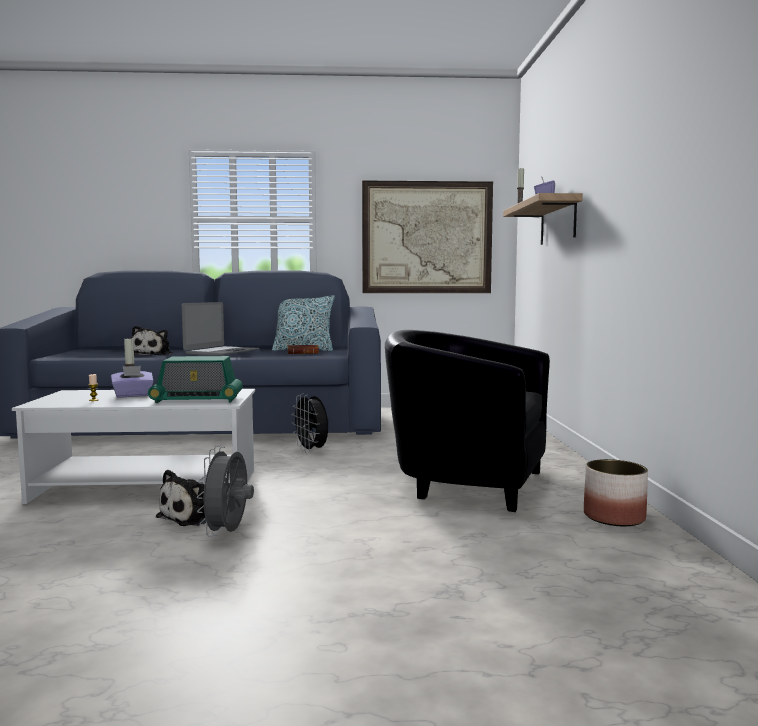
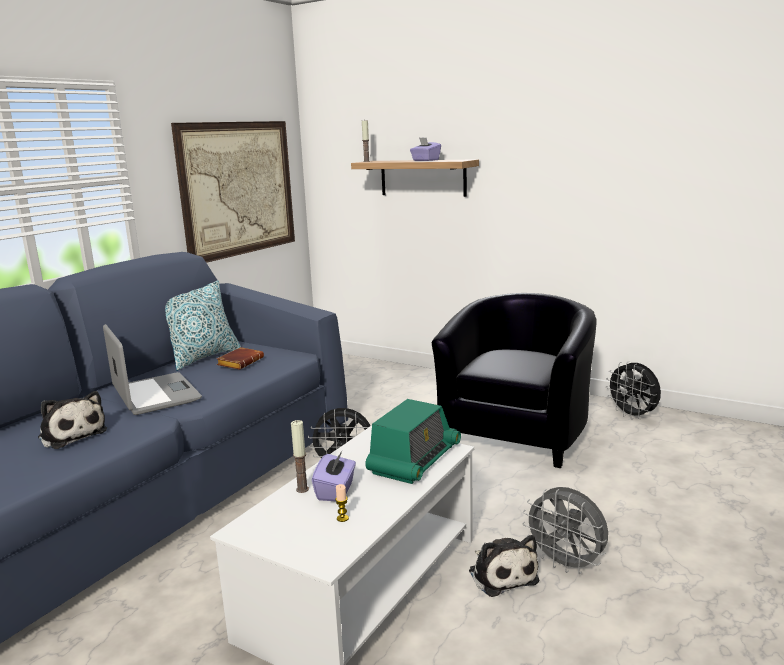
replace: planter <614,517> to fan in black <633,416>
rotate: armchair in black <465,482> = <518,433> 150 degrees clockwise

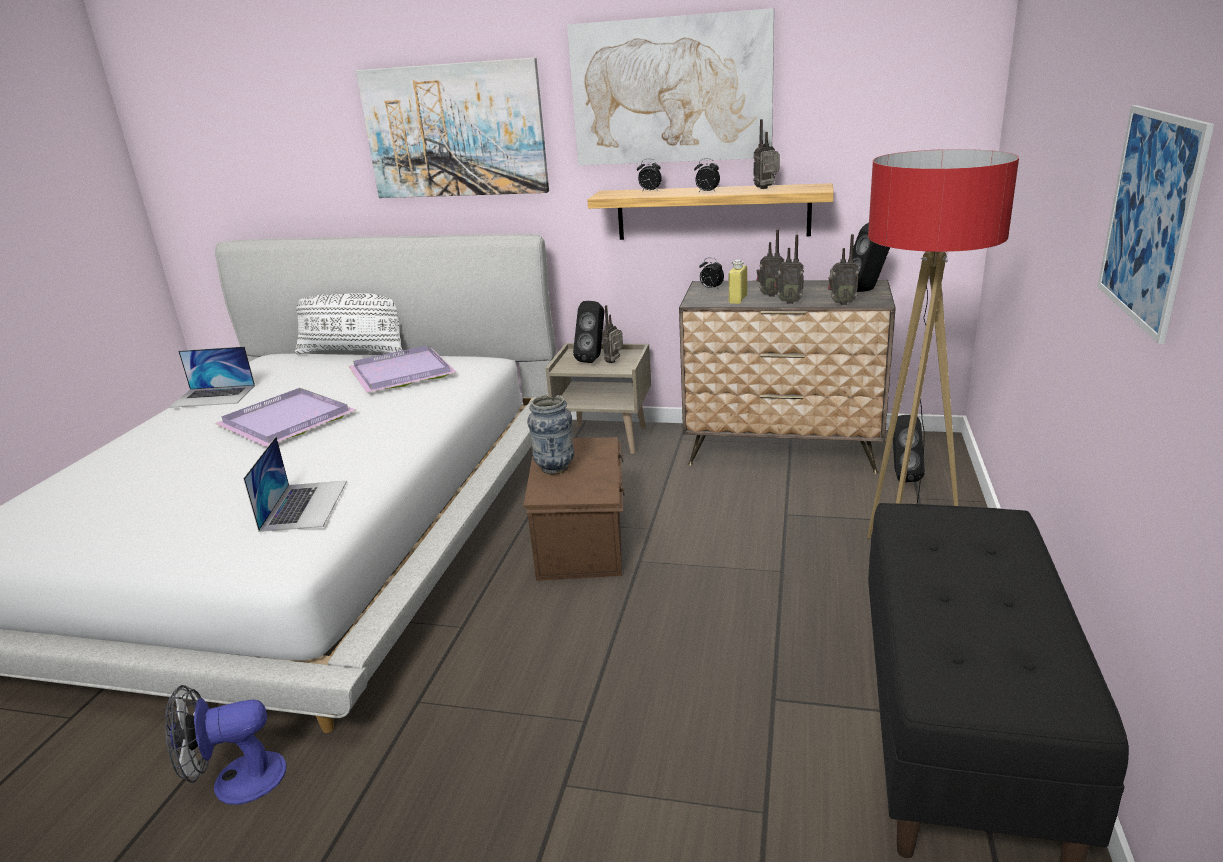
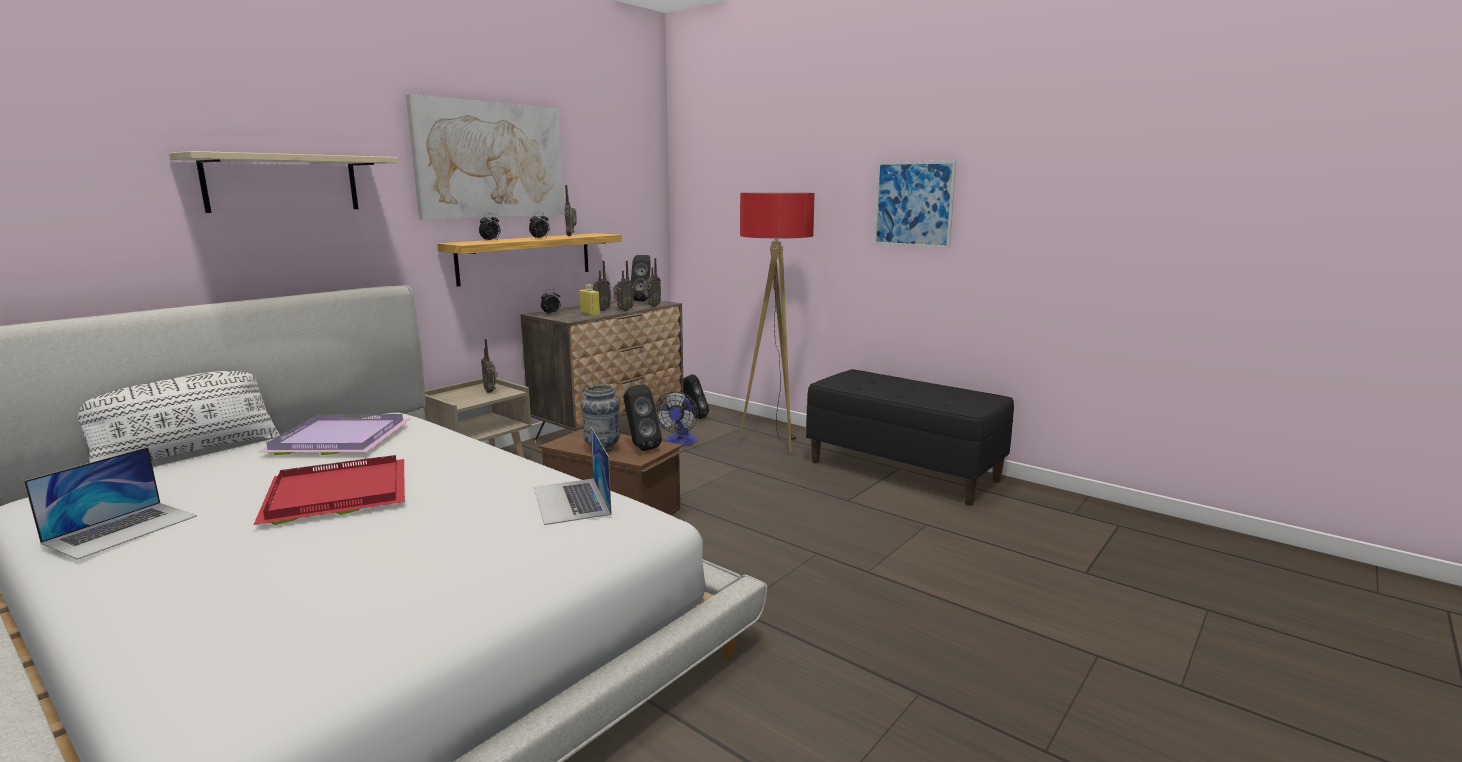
move: speaker in black <594,359> to <640,447>; fan <236,781> to <680,442>
replace: picture <454,131> to shelf in beige <282,183>
recolor: tray in purple <284,421> to tray in red <334,495>
rotate: laptop <304,505> = <571,500> 135 degrees counterclockwise

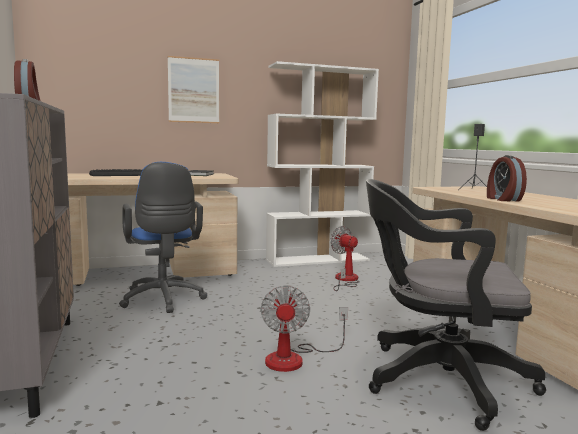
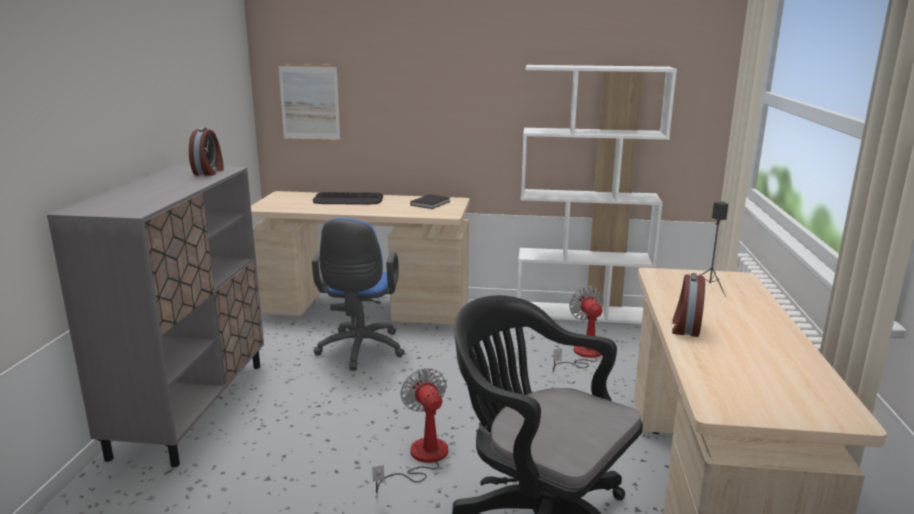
move: picture <194,90> to <310,103>
rotate: fan <295,358> = <421,459> 135 degrees clockwise

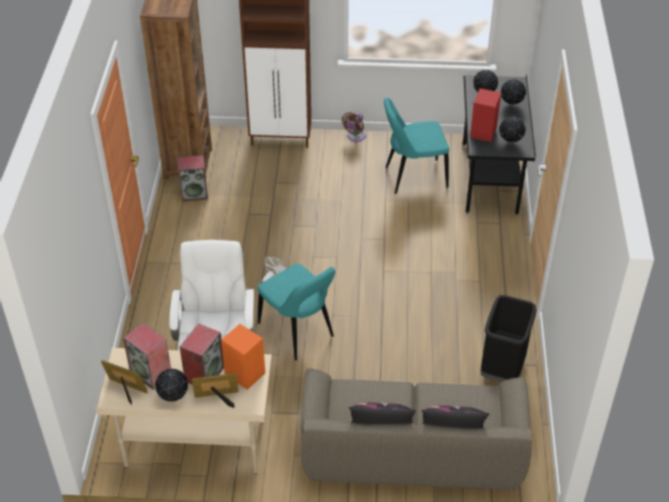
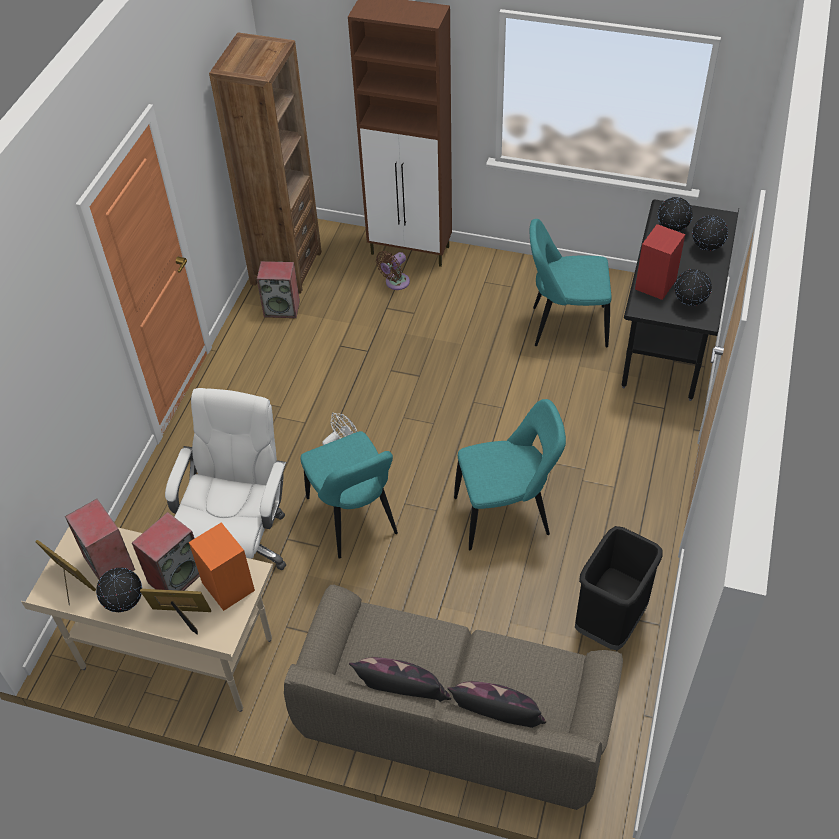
insert: chair in turquoise <506,515>
move: fan in brown <355,137> to <395,283>

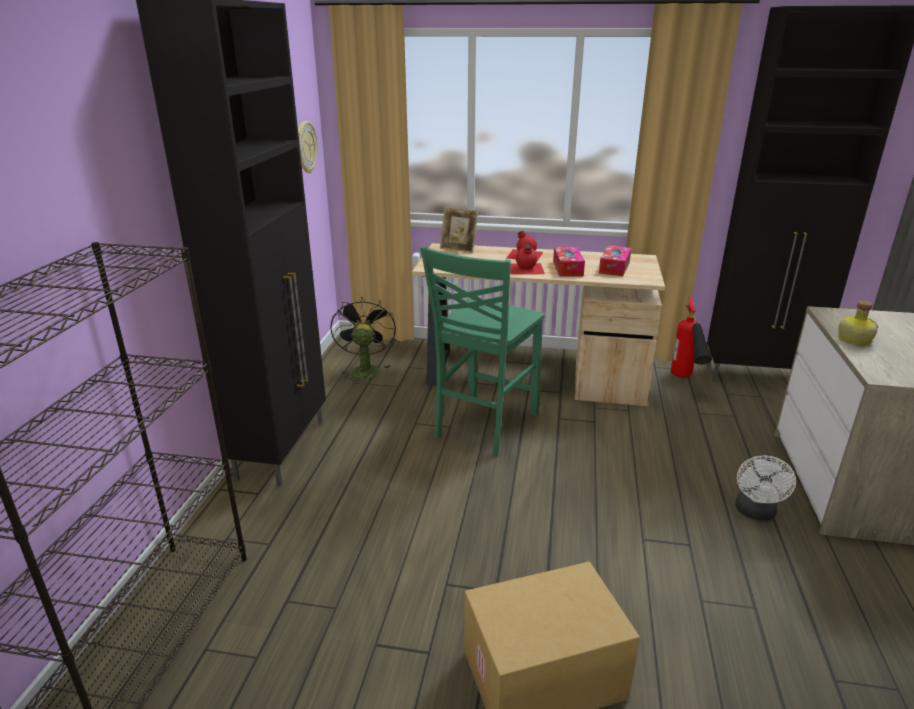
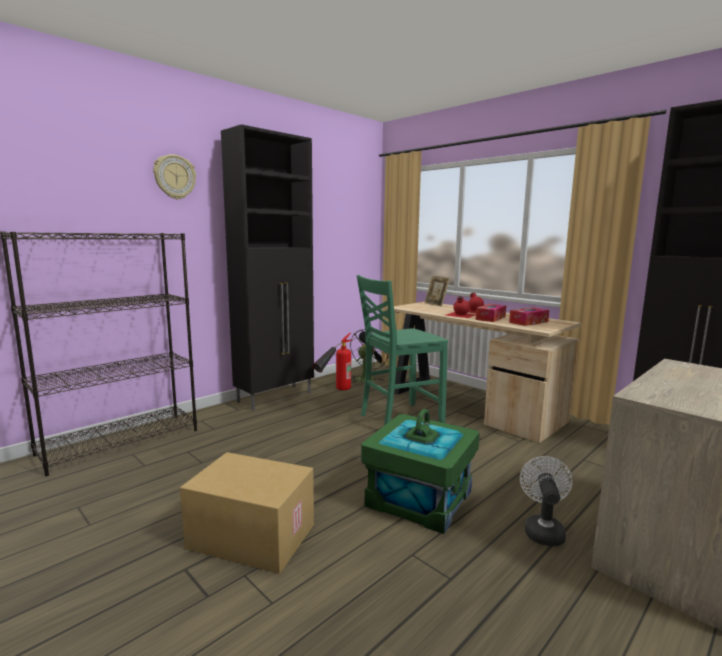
delete: bottle <853,339>
insert: storage box in green <419,498>
move: wall clock <305,147> to <174,177>; fire extinguisher <686,382> to <334,391>
rotate: fan in white <755,513> = <542,530> 135 degrees clockwise

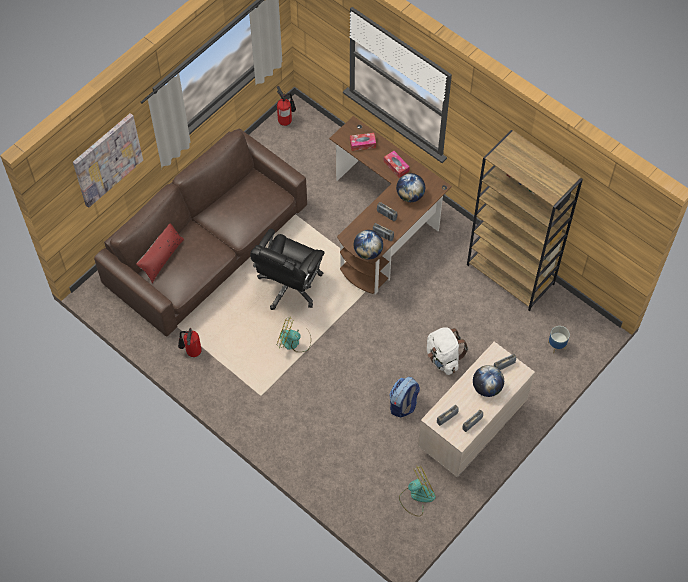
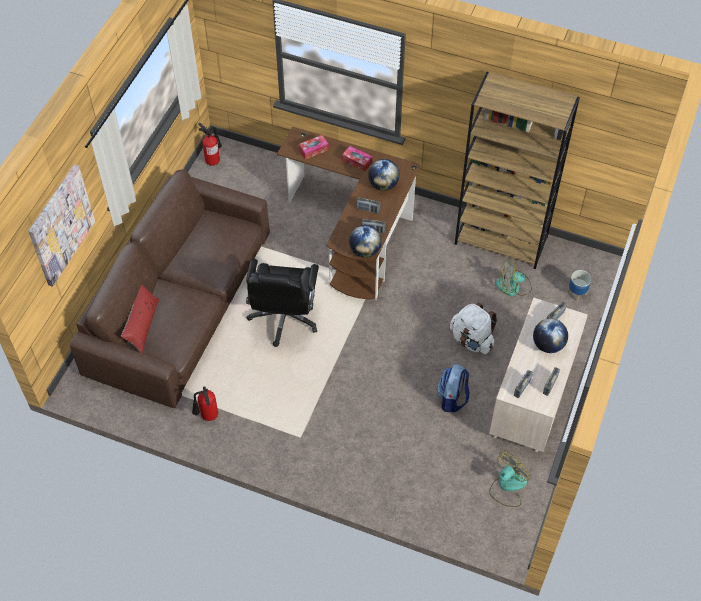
move: fan <294,341> to <513,287>

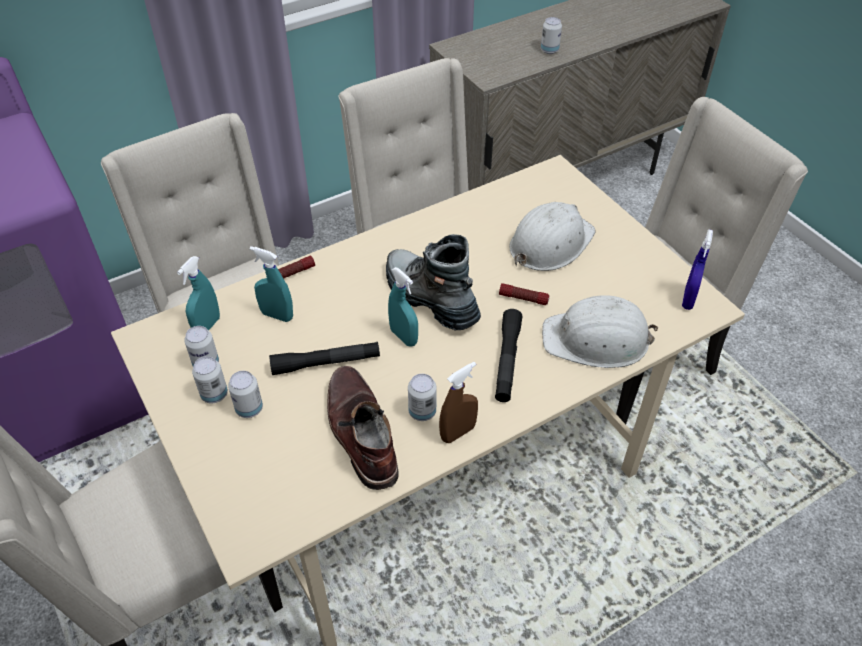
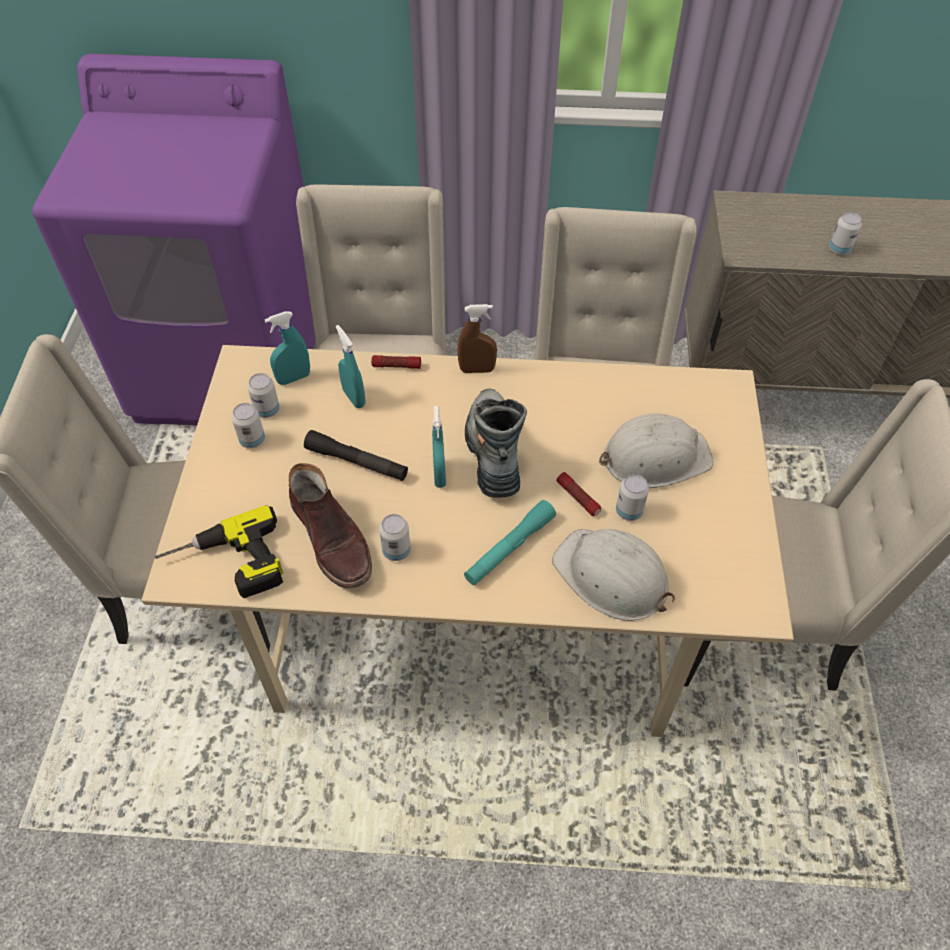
delete: spray bottle in blue <688,299>
insert: power drill <226,566>
move: spray bottle in brown <458,432> to <477,369>; can <249,409> to <629,511>
recolor: flashlight in black <507,361> to flashlight in turquoise <509,548>
rotate: boot in brown <360,433> = <332,539> 135 degrees clockwise

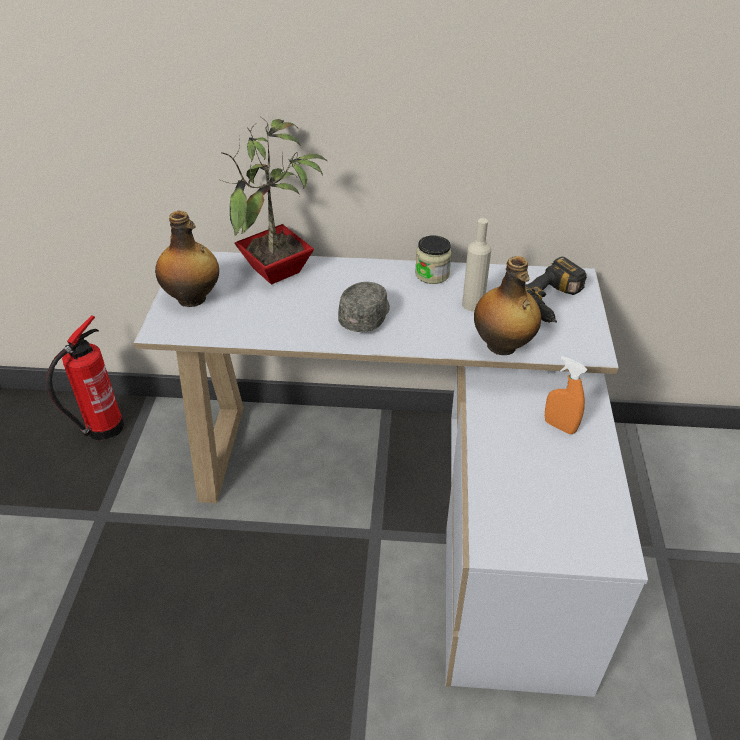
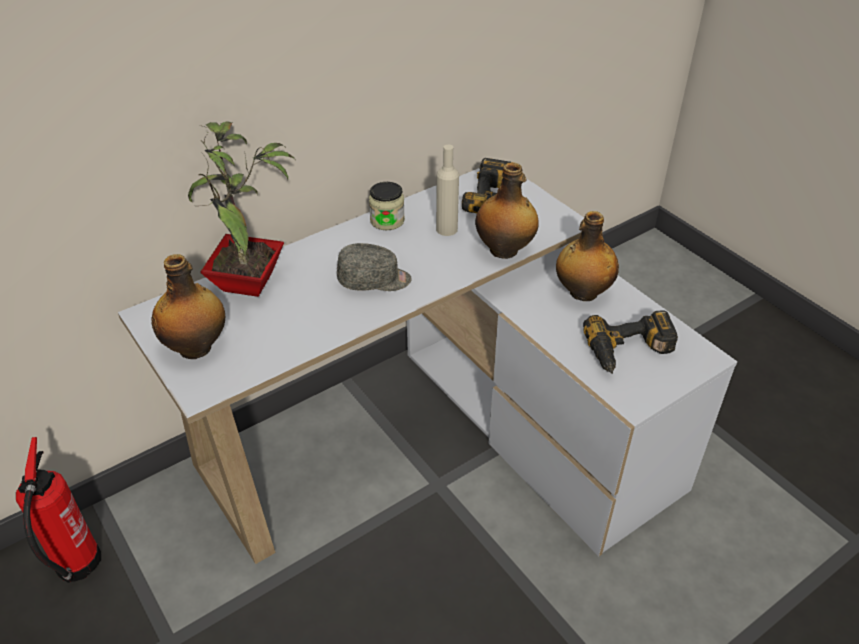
insert: power drill <630,352>
replace: spray bottle in orange <559,426> to bottle <582,293>
rotate: cap in grey <366,315> = <374,280> 105 degrees clockwise

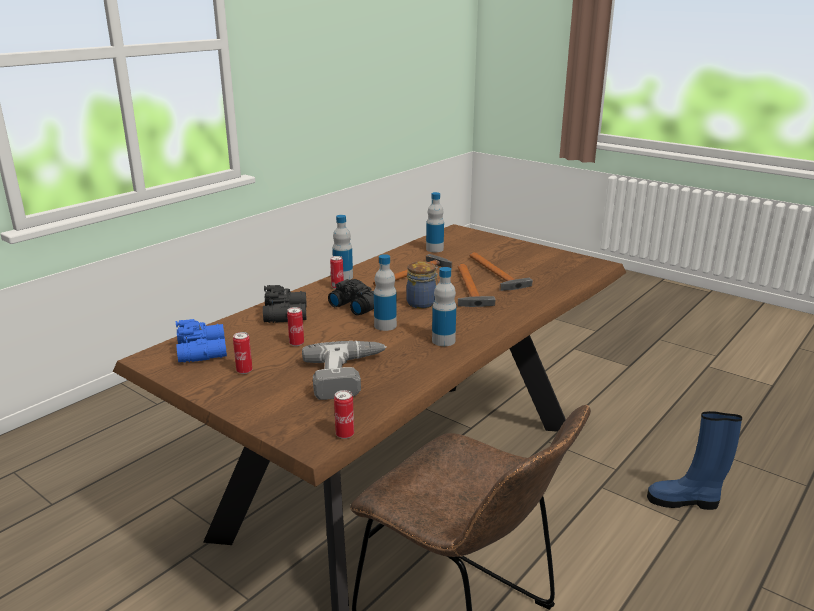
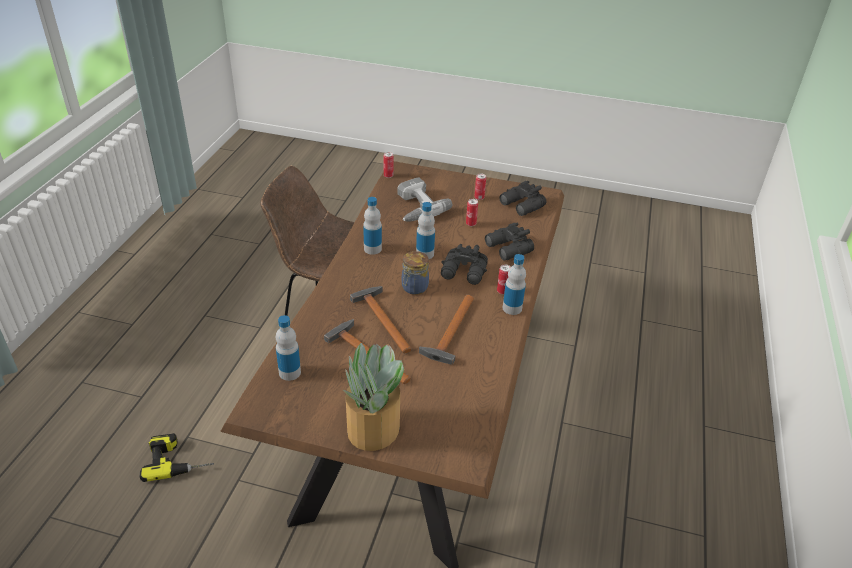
insert: potted plant <372,430>
move: bottle <434,249> to <290,372>
replace: boot in blue <685,501> to power drill <179,459>
recolor: binoculars in blue <204,350> to binoculars in black <521,206>

